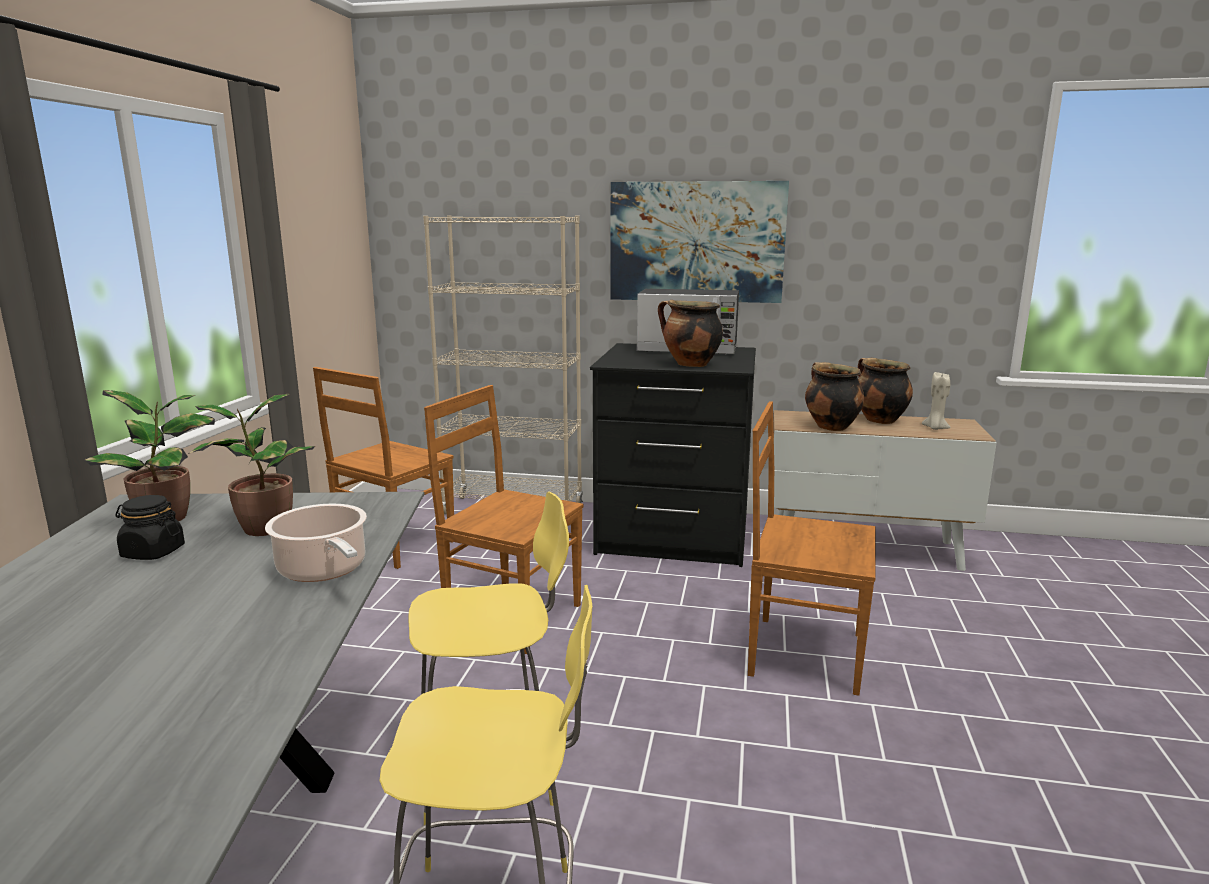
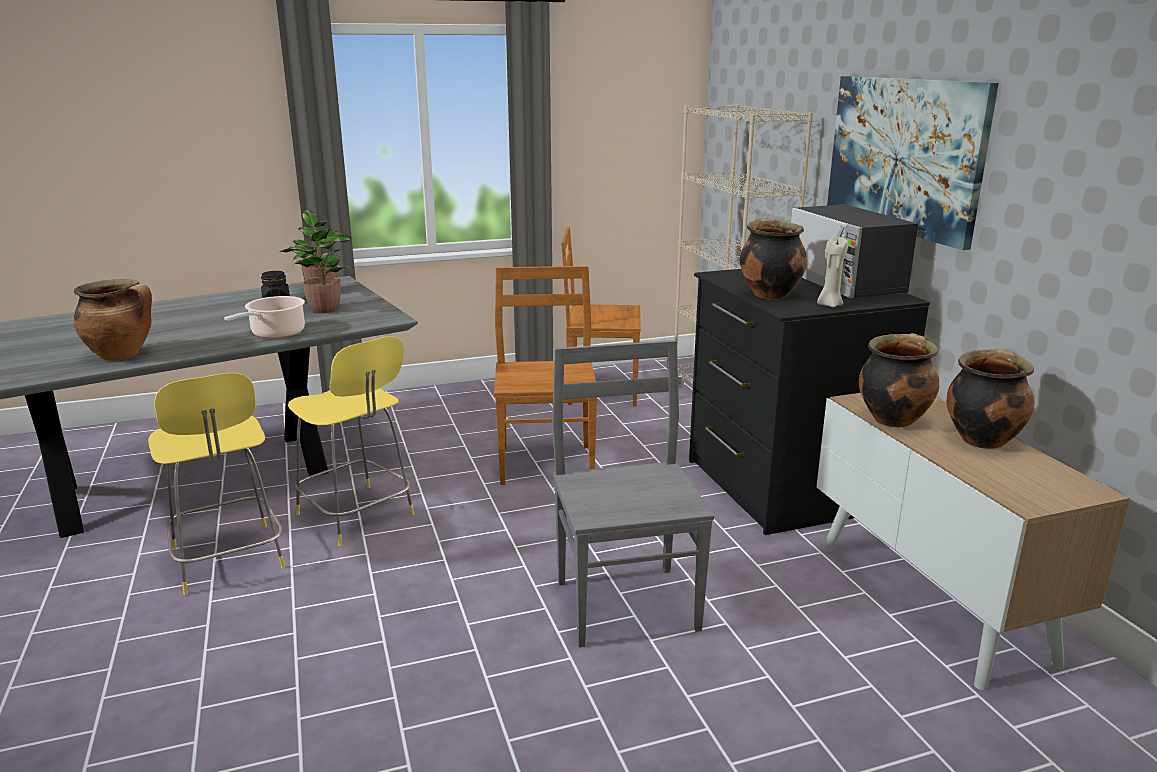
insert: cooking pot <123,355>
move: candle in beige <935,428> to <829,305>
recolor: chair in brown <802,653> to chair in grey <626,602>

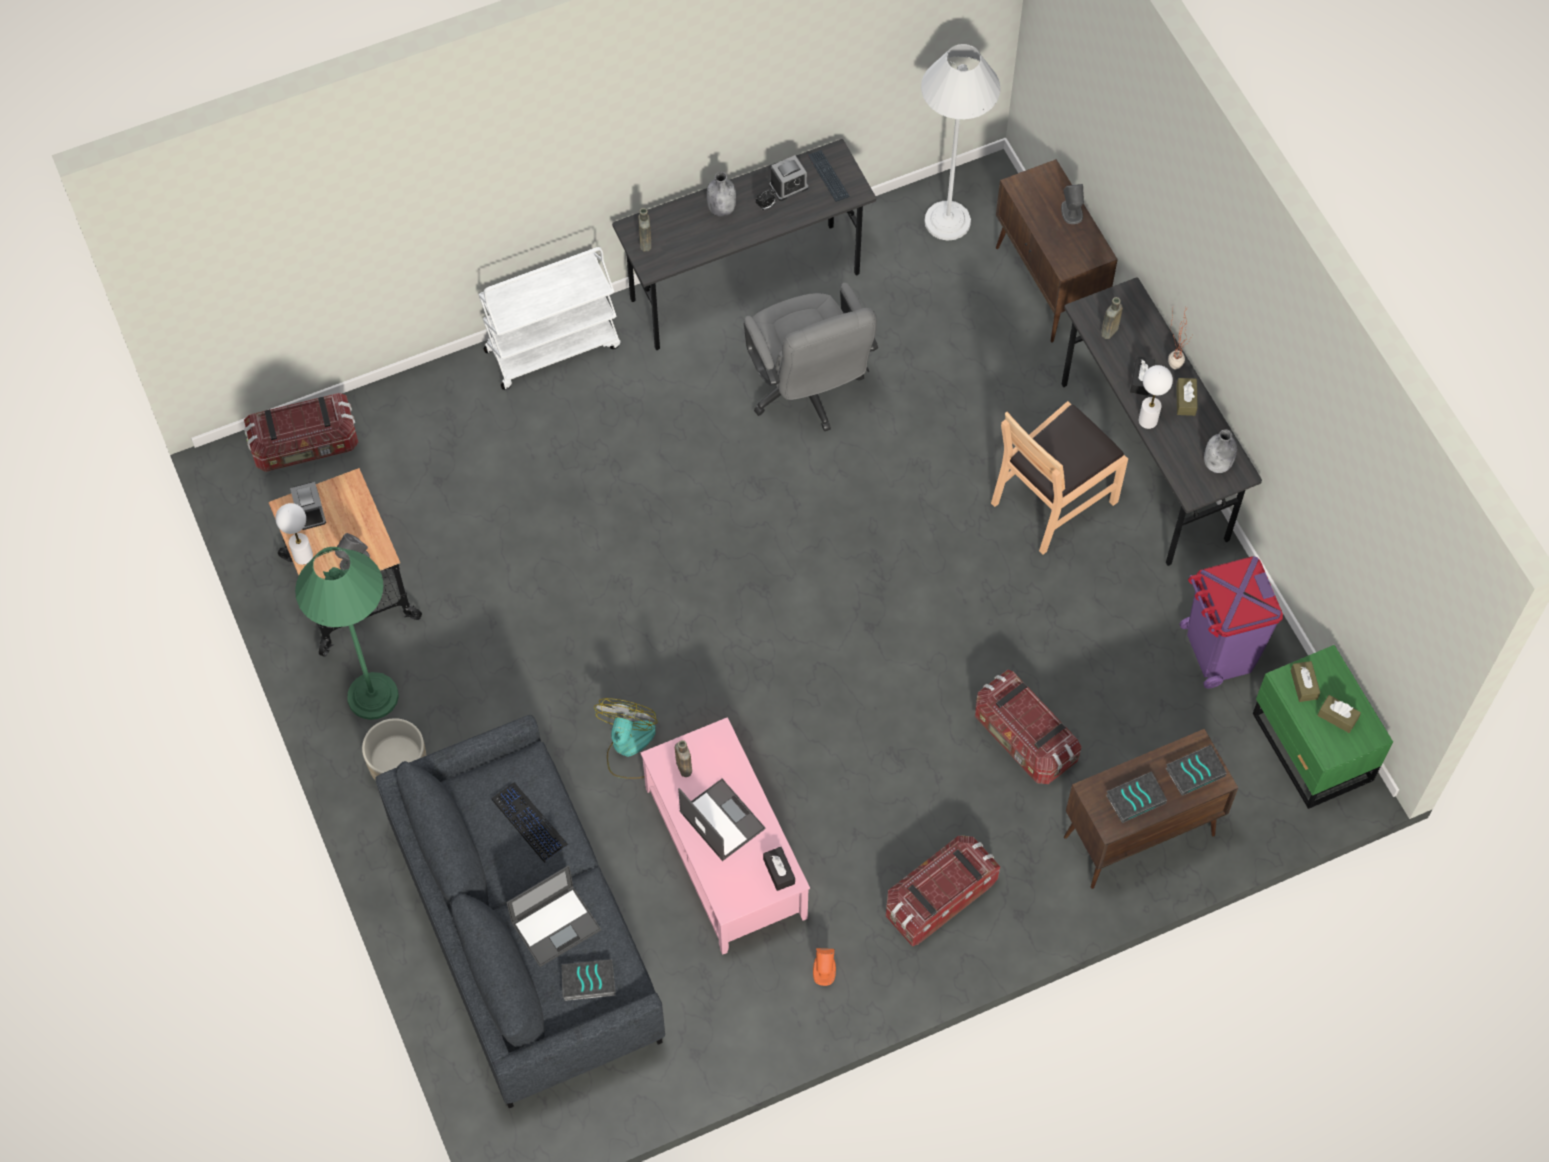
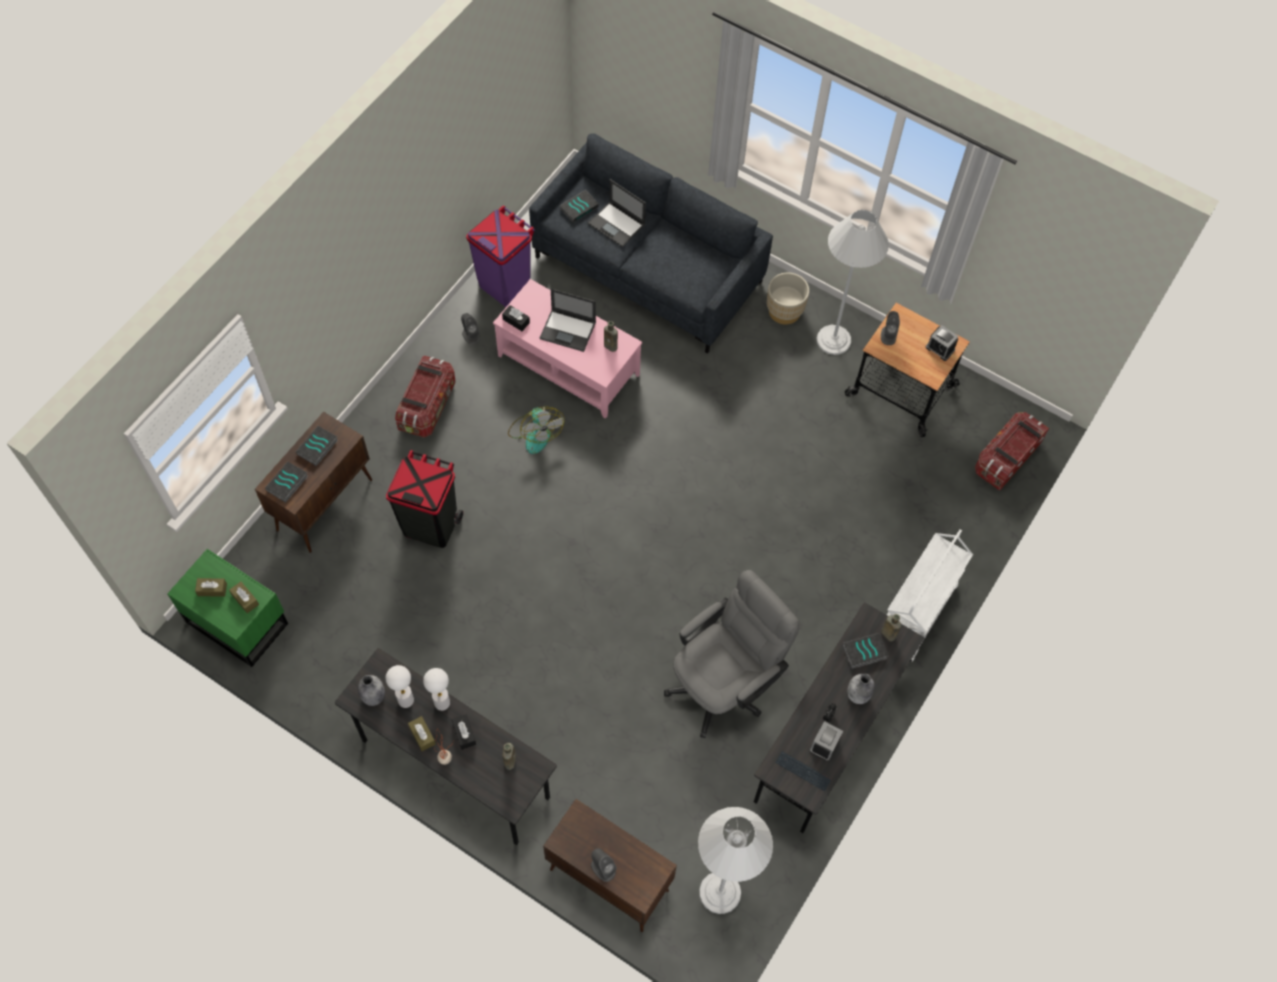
delete: chair in brown <1053,500>; keyboard <529,822>
insert: book <864,653>
move: table lamp in white <303,556> to <406,700>; trash can in purple <1218,652> to <505,286>; fan <630,748> to <535,433>
replace: storage box <1023,739> to trash can in black <430,525>
recolor: floor lamp in green <373,696> to floor lamp in white <833,340>; speaker in orange <824,970> to speaker in grey <470,335>
rotate: office chair in grey <807,391> = <724,683> 105 degrees clockwise; laptop <556,925> = <617,225> 75 degrees counterclockwise

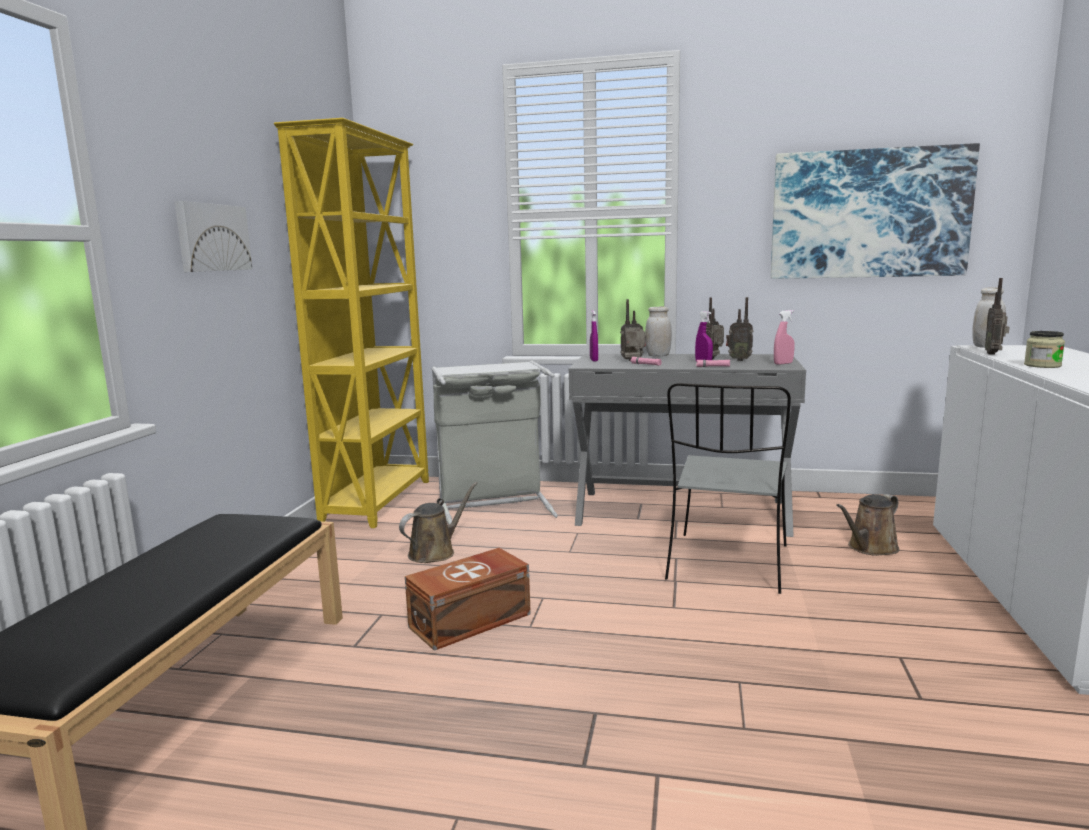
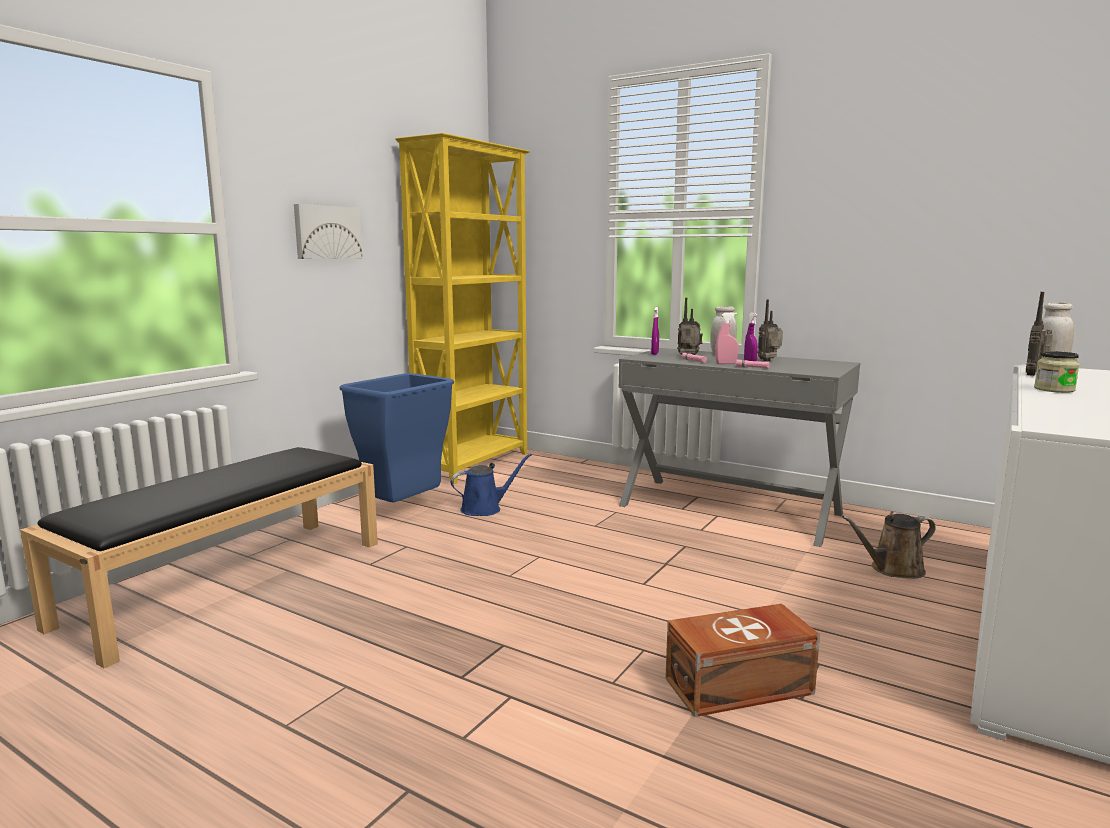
delete: picture <868,214>; radio <739,360>; laundry basket in grey <494,505>; chair in grey <727,564>
insert: trash can in blue <404,509>
move: spray bottle in pink <783,363> to <726,363>; storage box in brown <472,620> to <741,687>
recolor: watering can in brown <435,552> to watering can in blue <485,509>

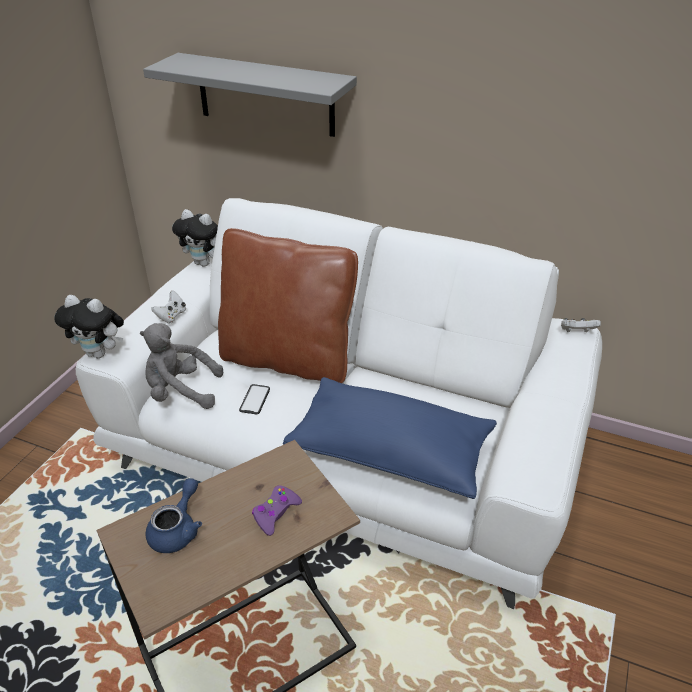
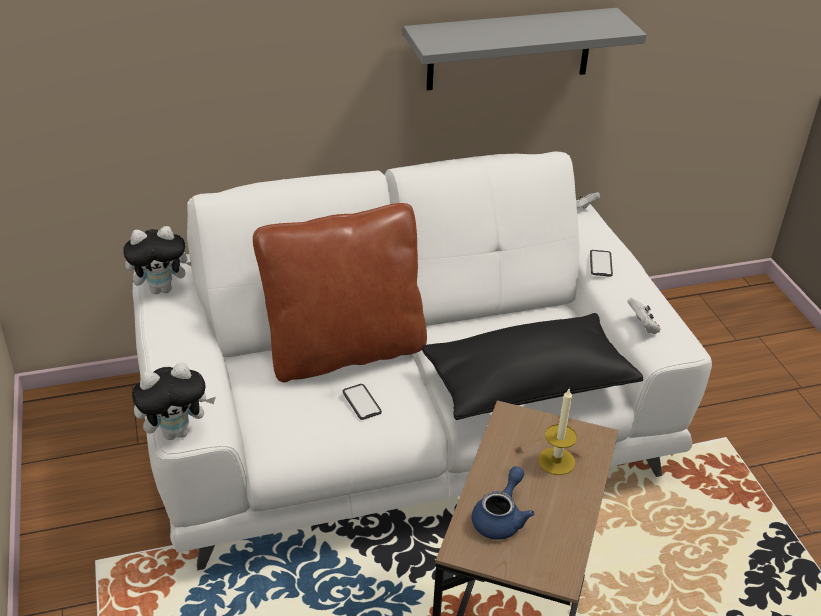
delete: plush toy in grey <181,392>
insert: phone <600,264>
move: shelf in grey <265,95> to <509,49>; game controller in white <171,316> to <642,326>
replace: game controller in purple <275,513> to candle <556,461>
recolor: pillow in blue <390,452> to pillow in black <527,385>
rotate: teapot in blue <177,529> = <501,518> 45 degrees clockwise

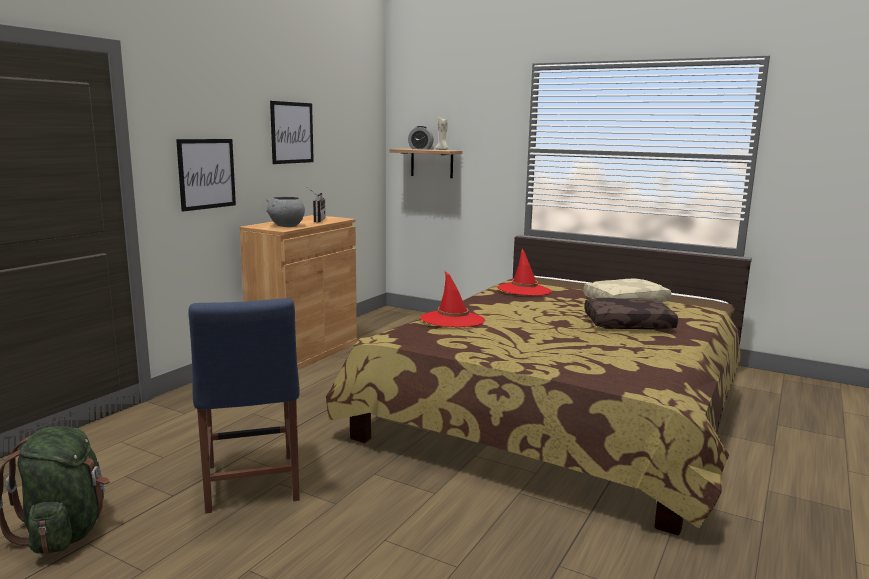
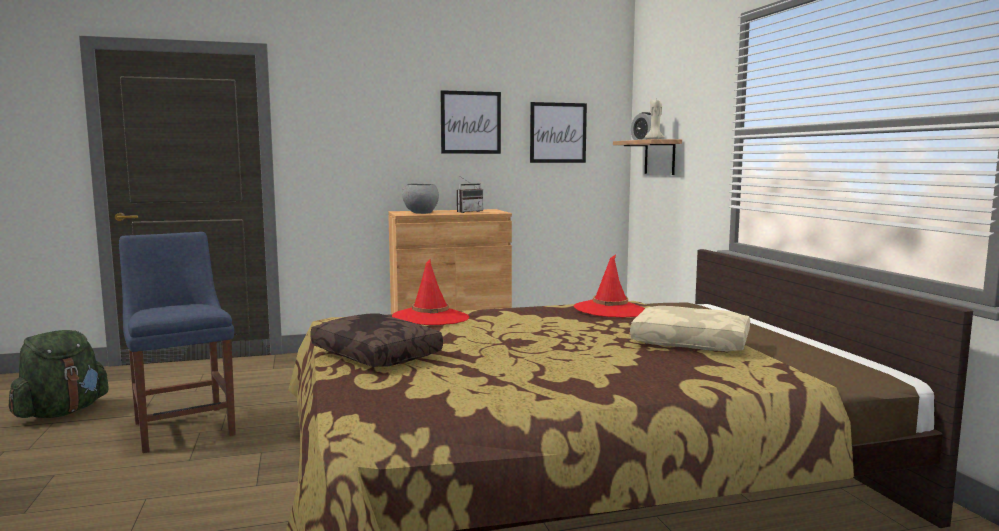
move: picture <206,174> to <558,132>; pillow in brown <628,324> to <378,354>
rotate: chair in blue <251,486> = <184,426> 120 degrees clockwise

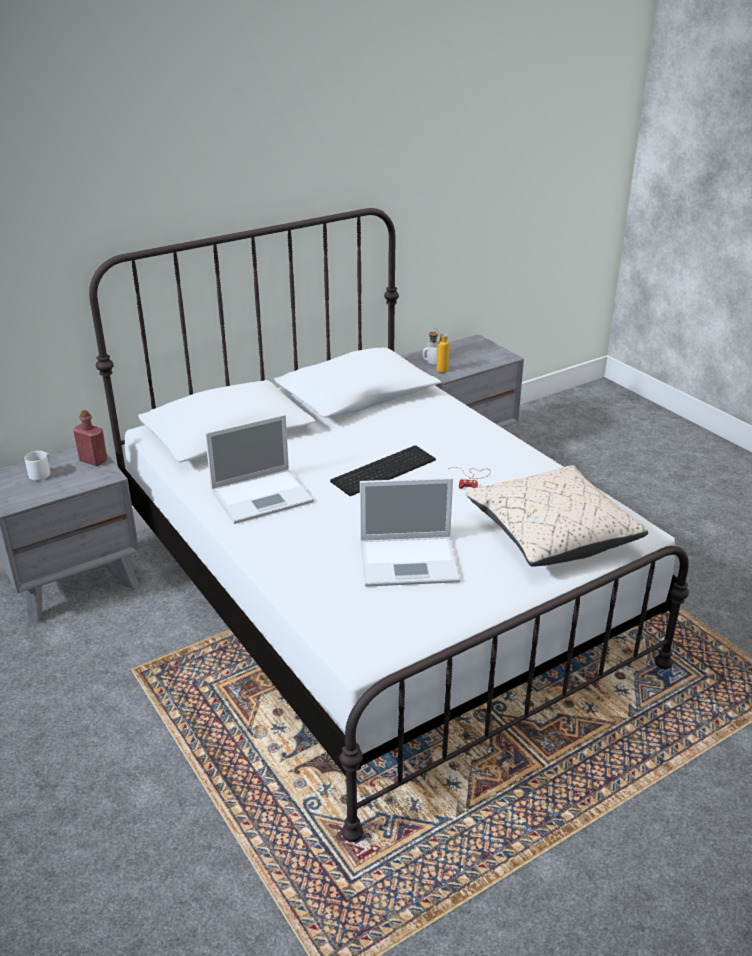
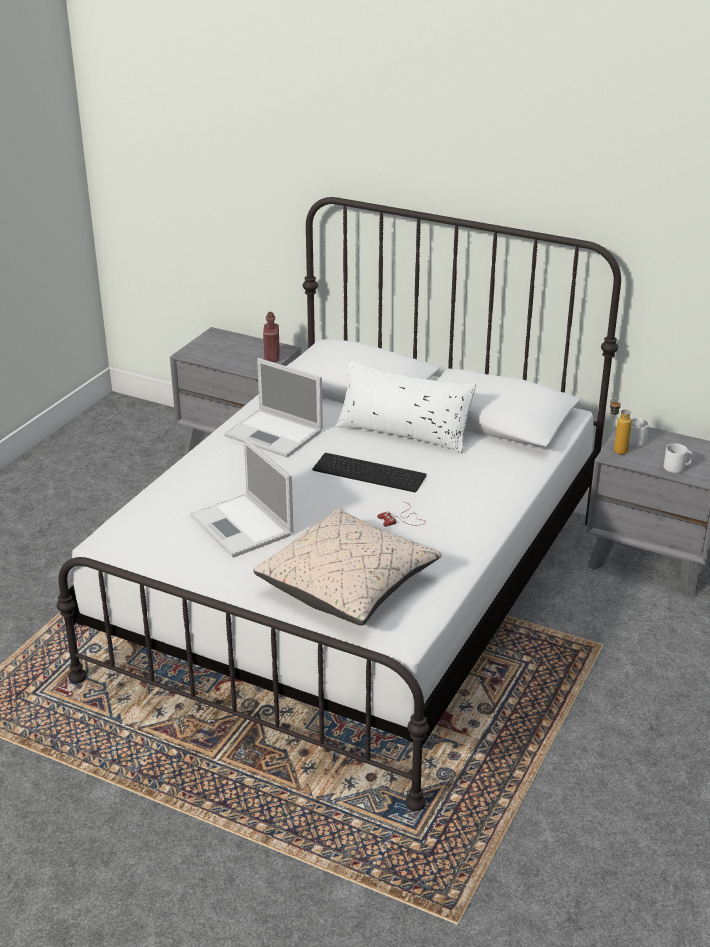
insert: pillow in white <404,432>
move: mug in white <42,474> to <677,468>

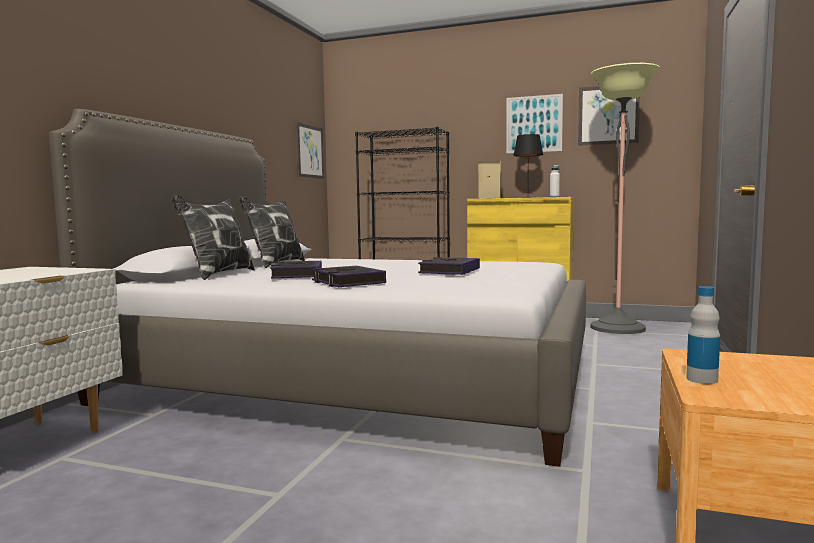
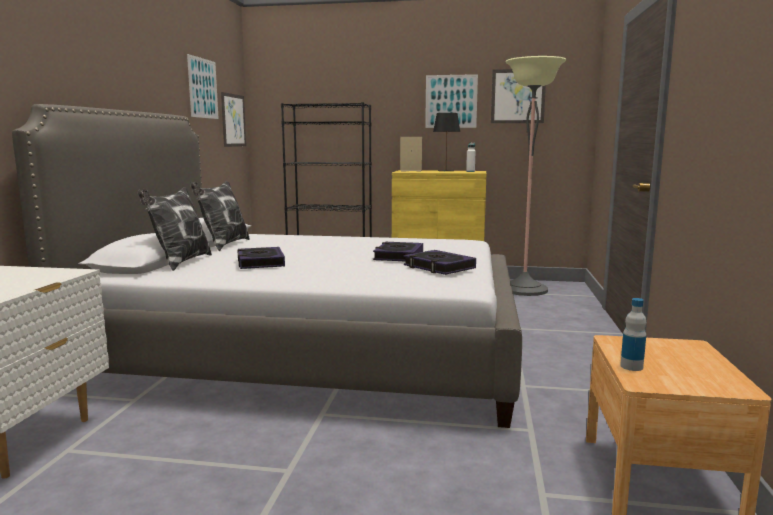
insert: picture <203,88>
move: book <347,282> to <439,267>

